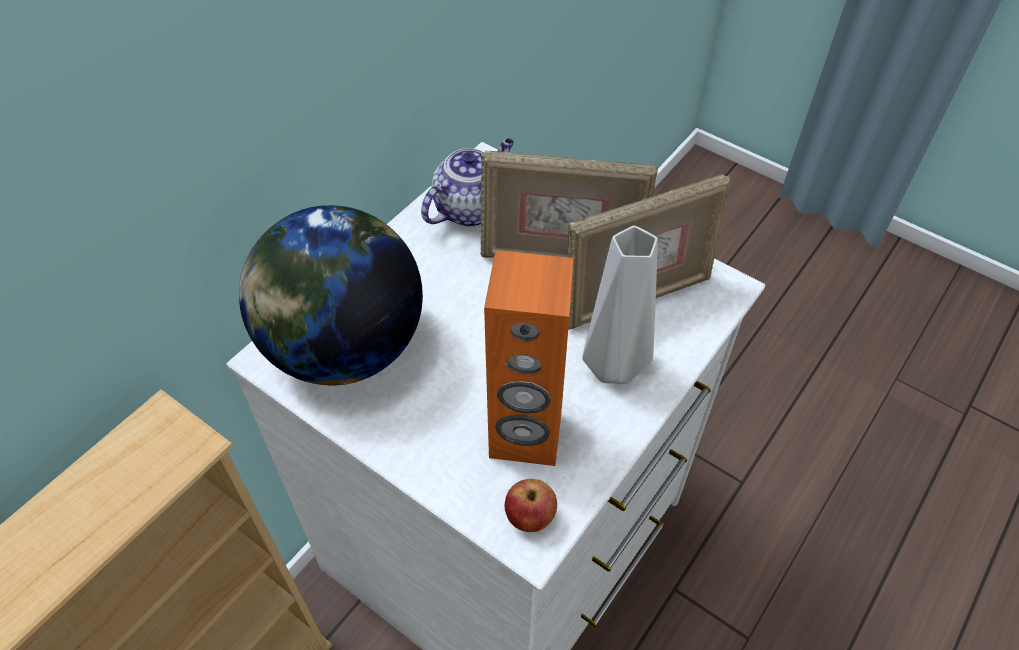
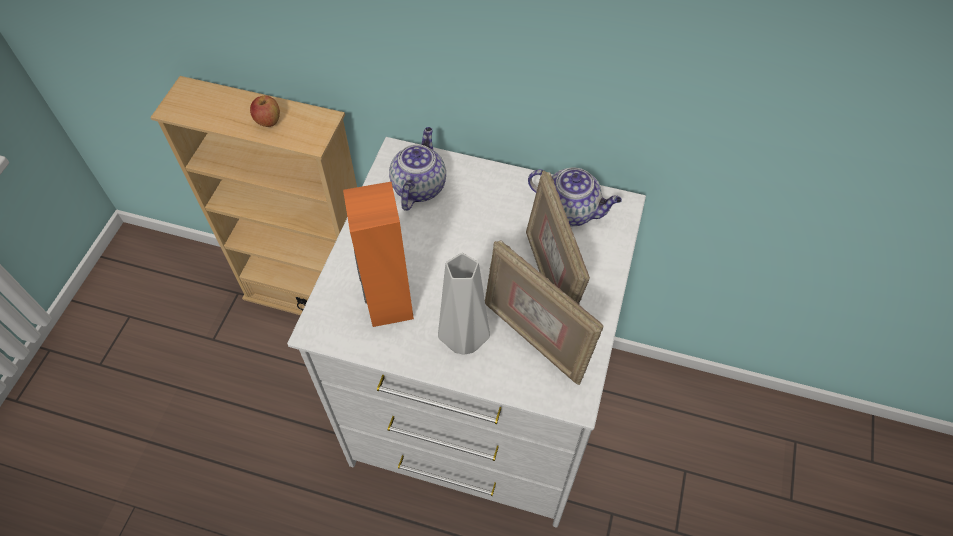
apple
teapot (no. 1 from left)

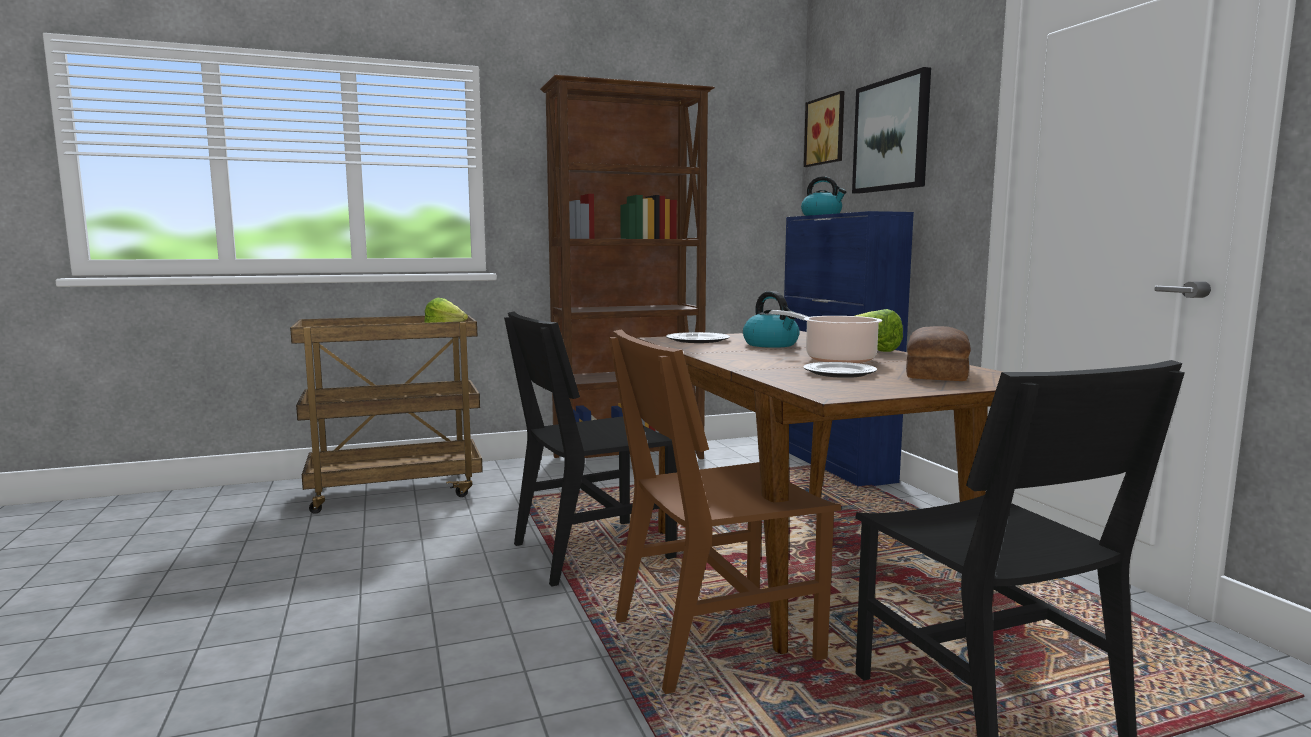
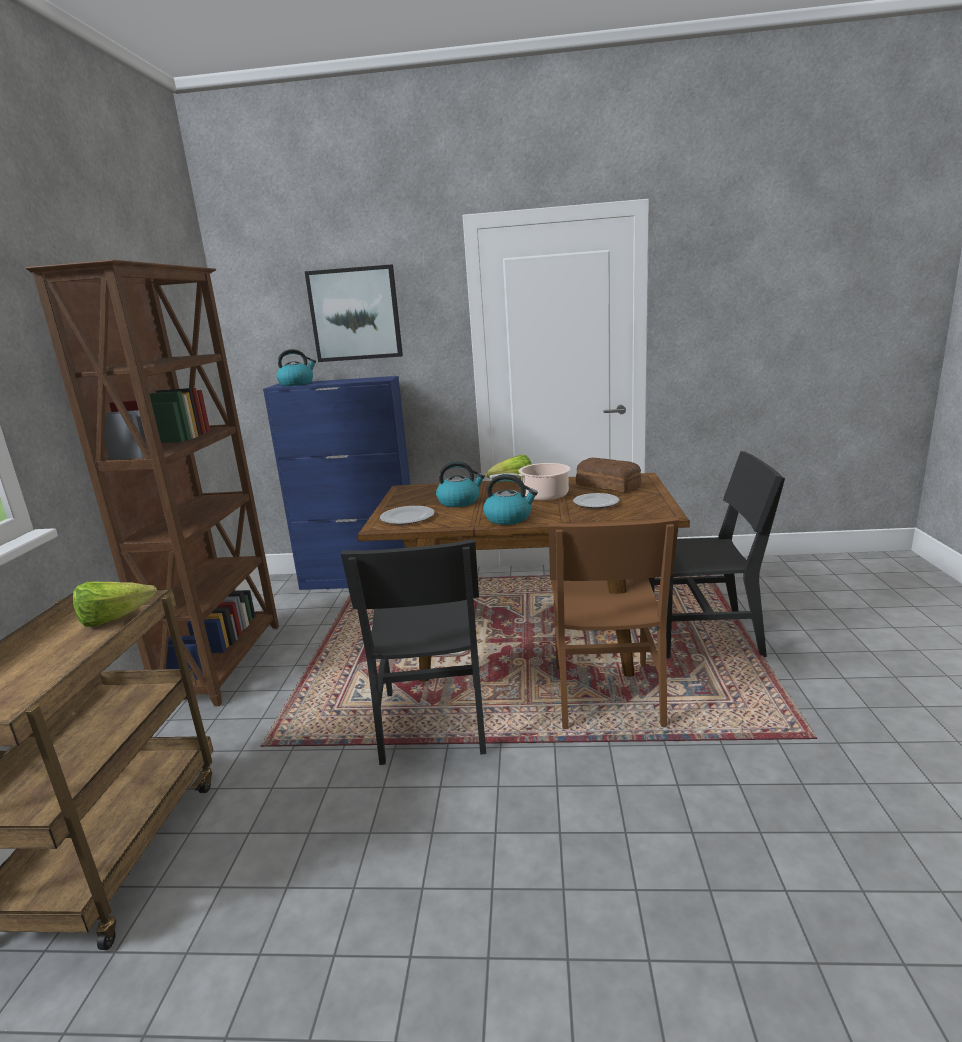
picture (no. 1 from left in the first image)
water_kettle (no. 3 from left)

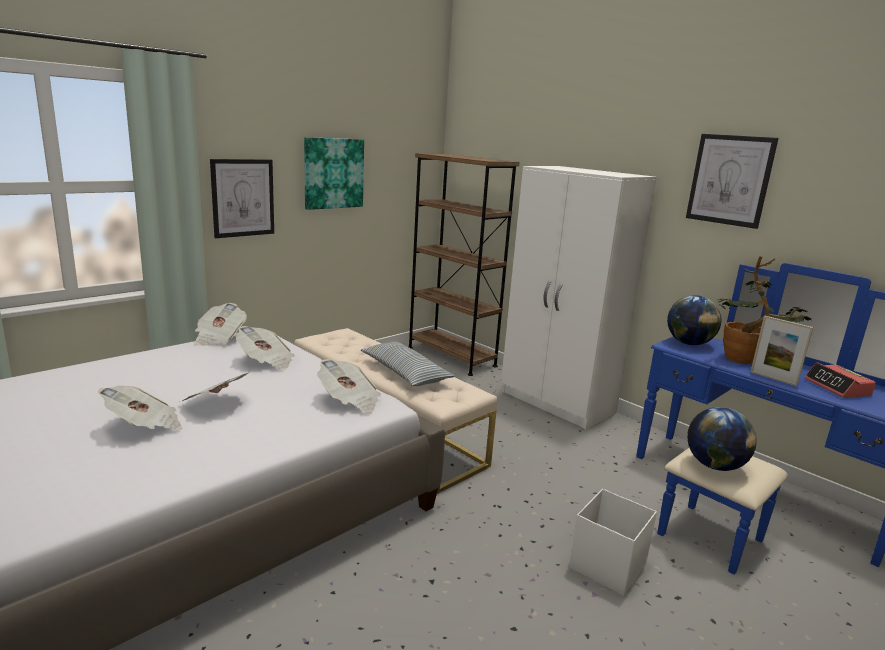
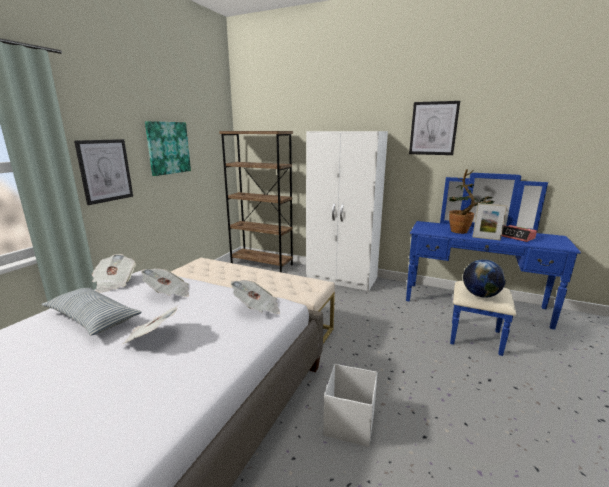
newspaper (no. 1 from left in the first image)
world_globe (no. 1 from left in the first image)
throw_pillow
white_storage_box

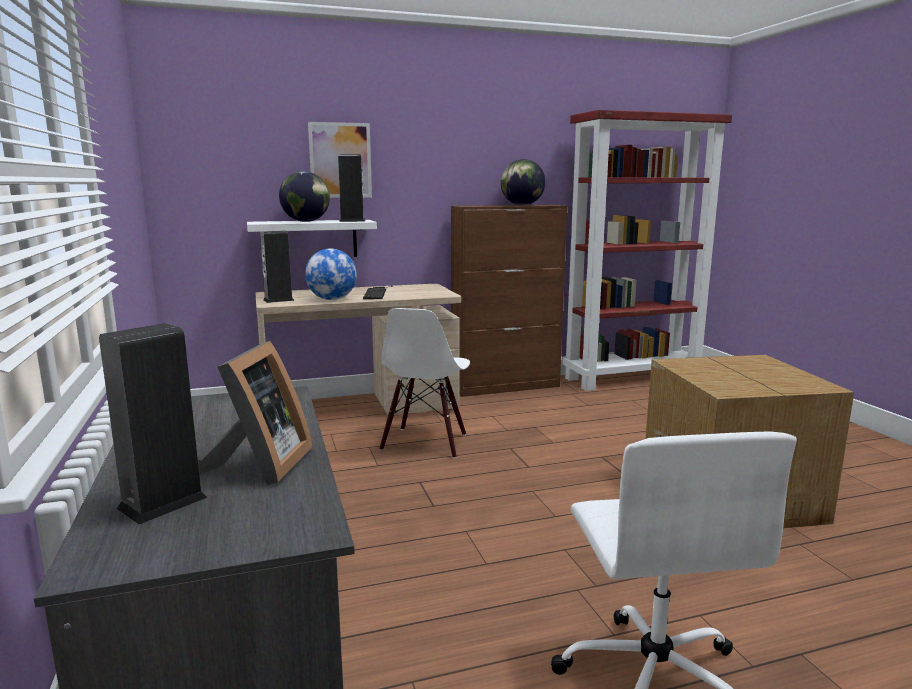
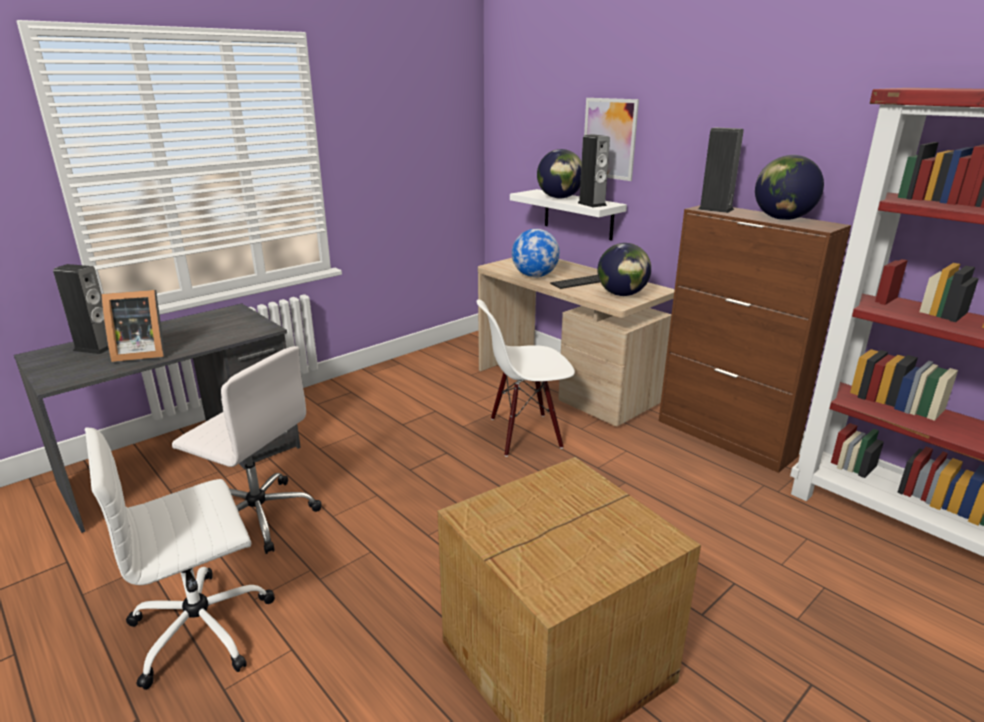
white_computer_chair (no. 2 from left)
world_globe (no. 3 from left)
speaker (no. 3 from left)

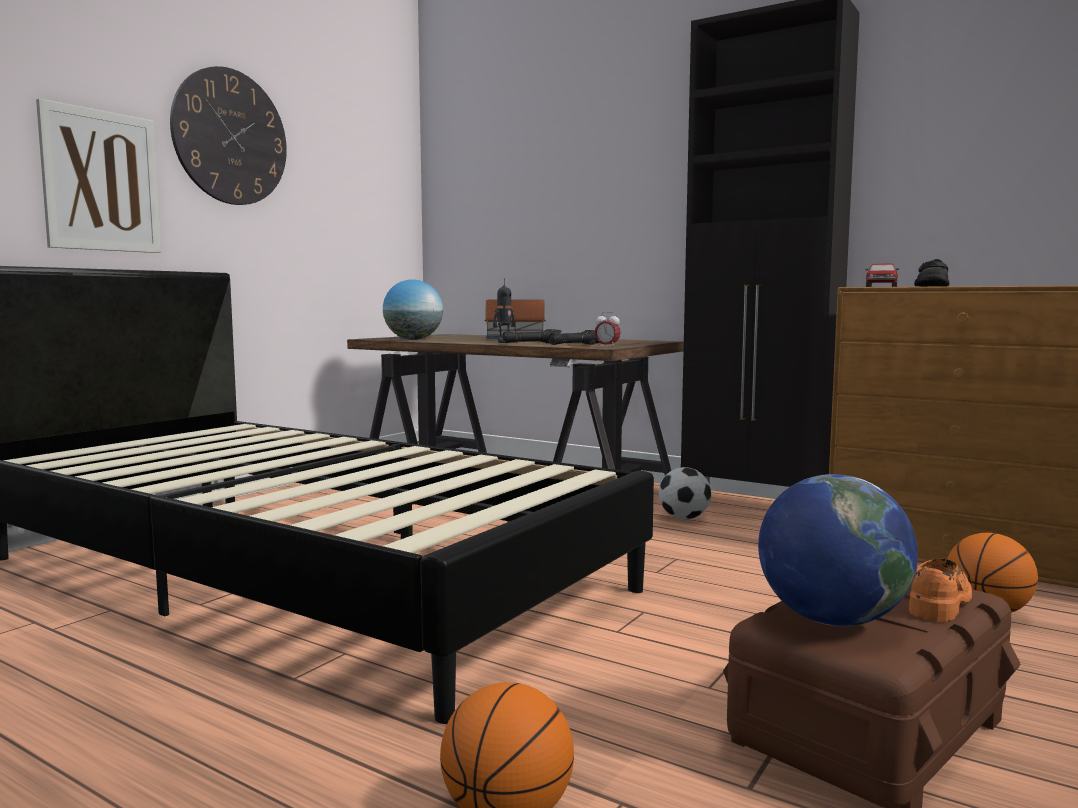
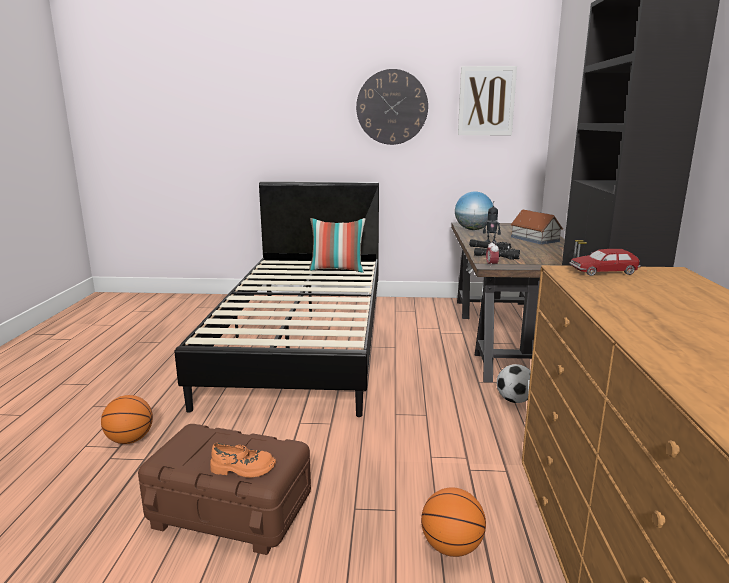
world_globe (no. 2 from left in the first image)
black-coloured_shoe
throw_pillow
picture

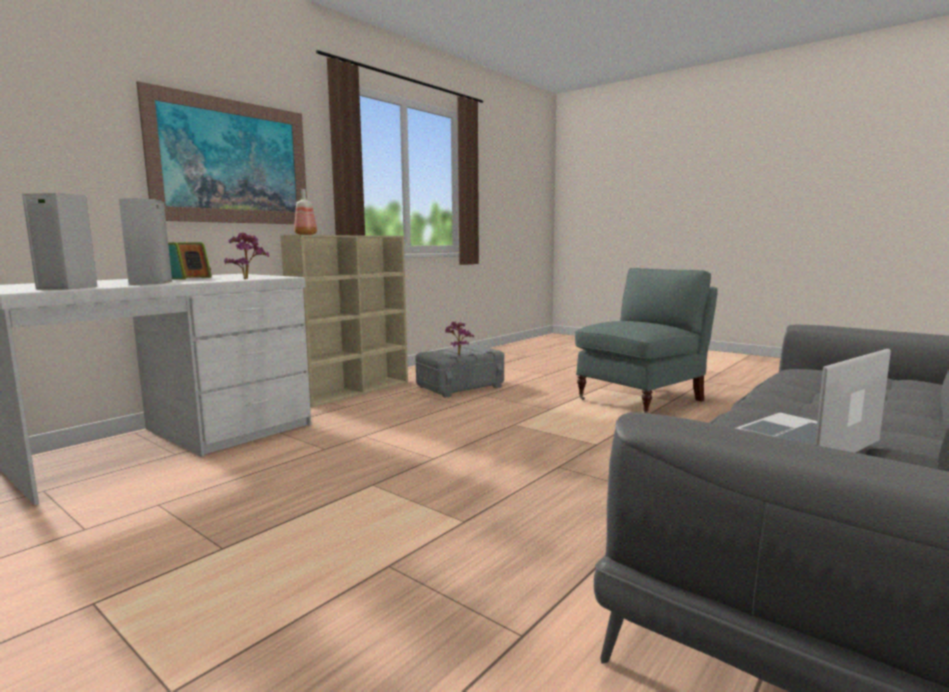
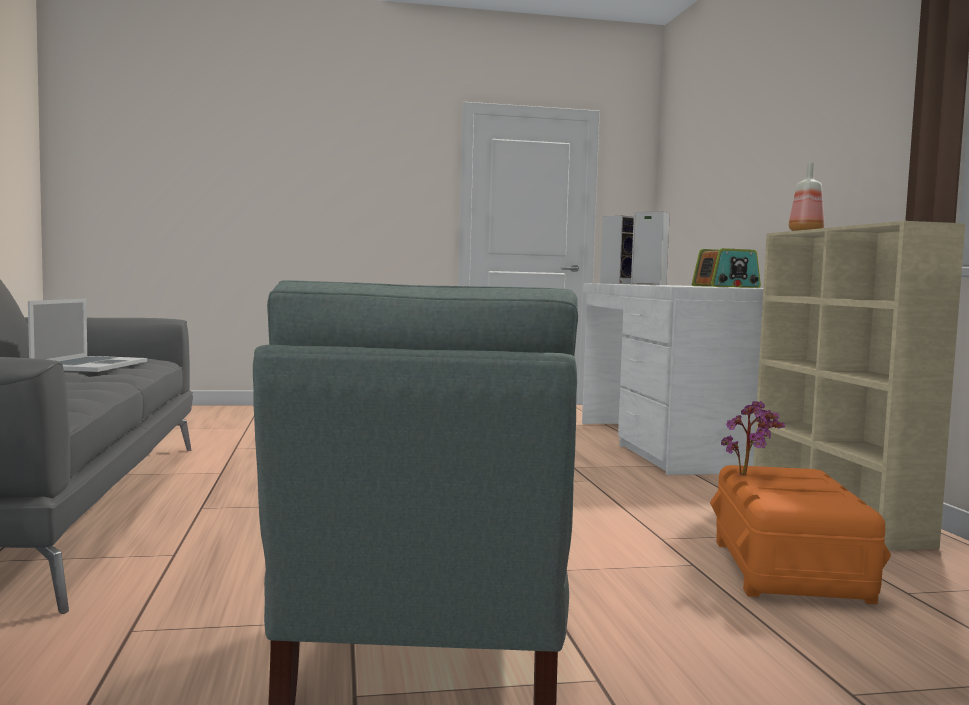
picture
plant_in_a_pot (no. 1 from left in the first image)
orange_storage_box

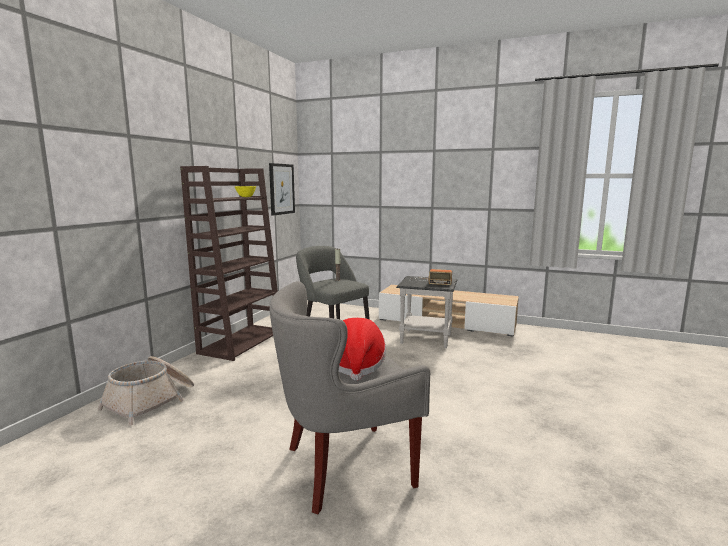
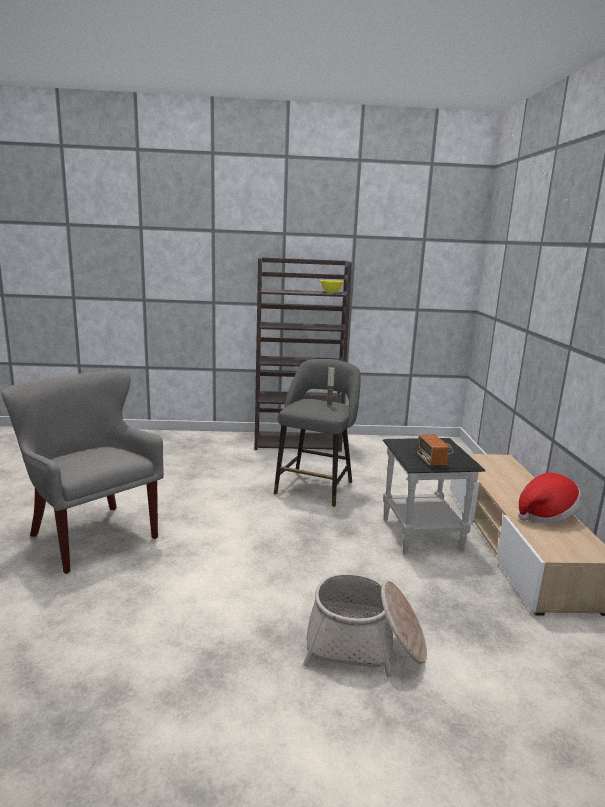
picture
storage_basket
wearable_hat

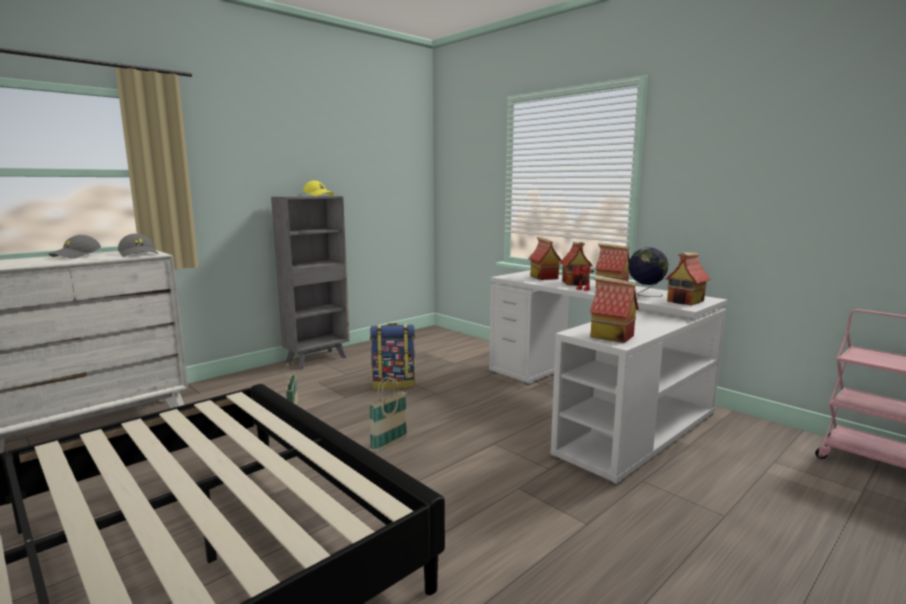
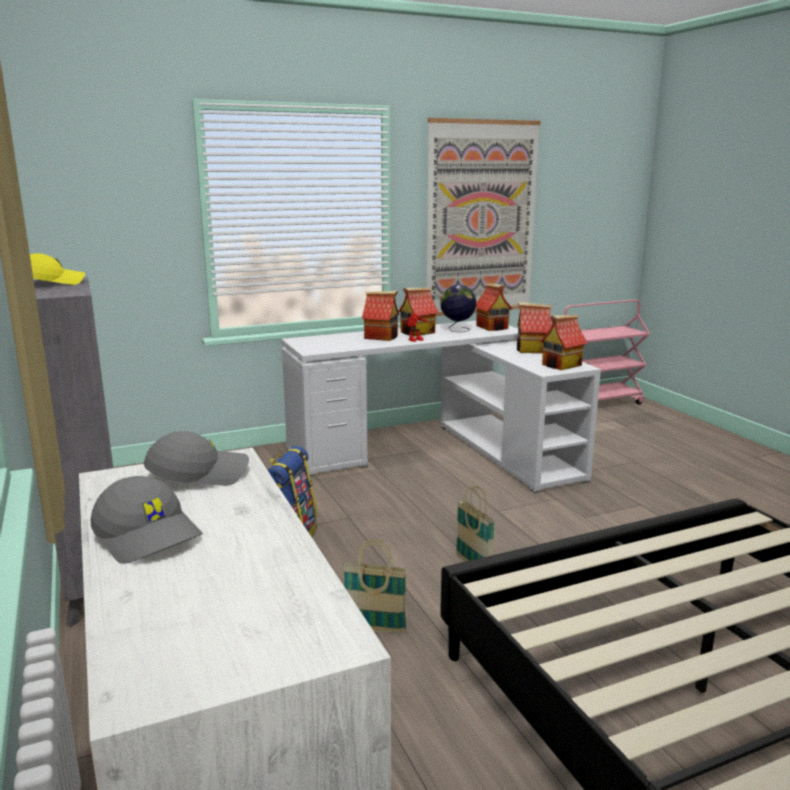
picture
miniature_house (no. 4 from left)

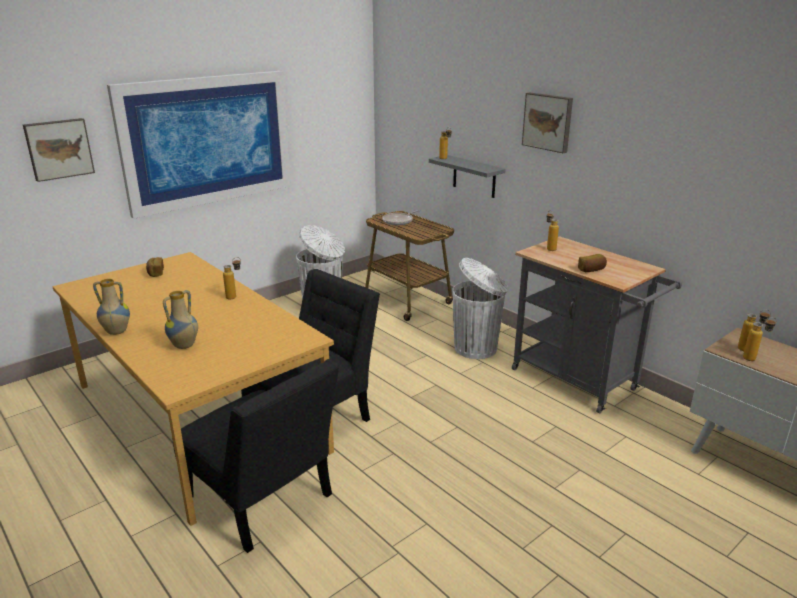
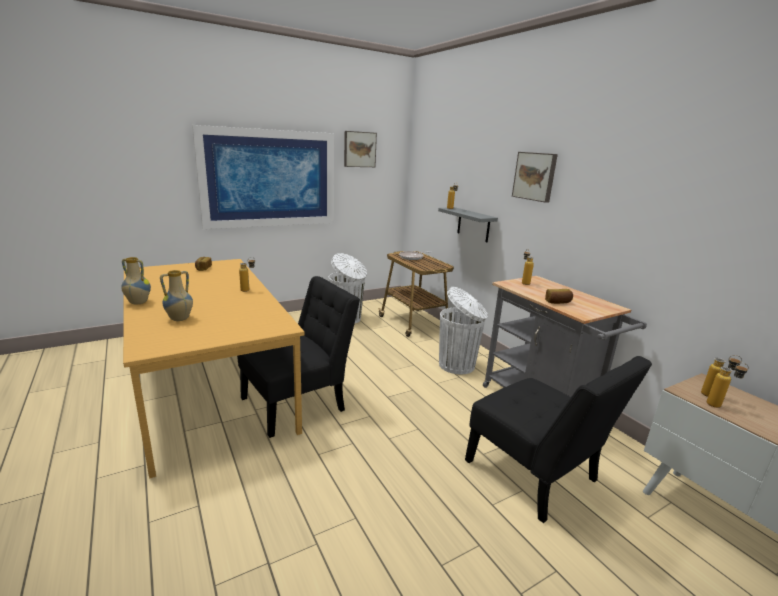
picture (no. 2 from left)
black-coloured_chair (no. 2 from left)

